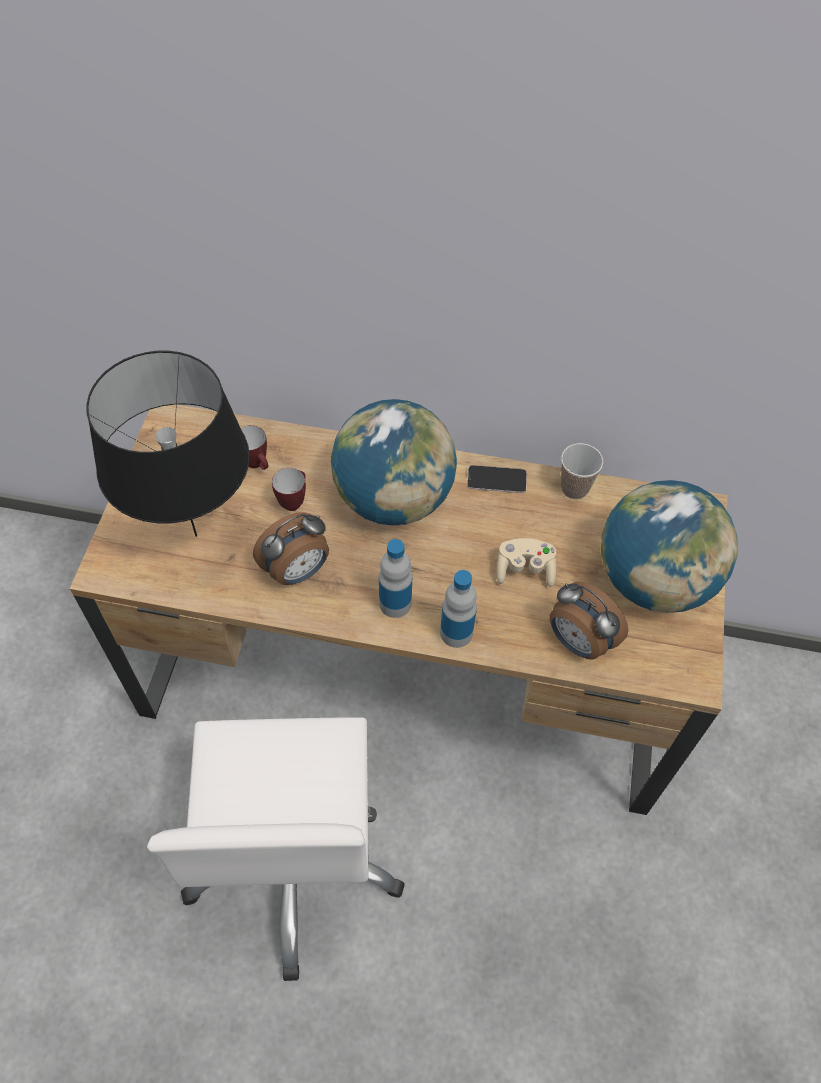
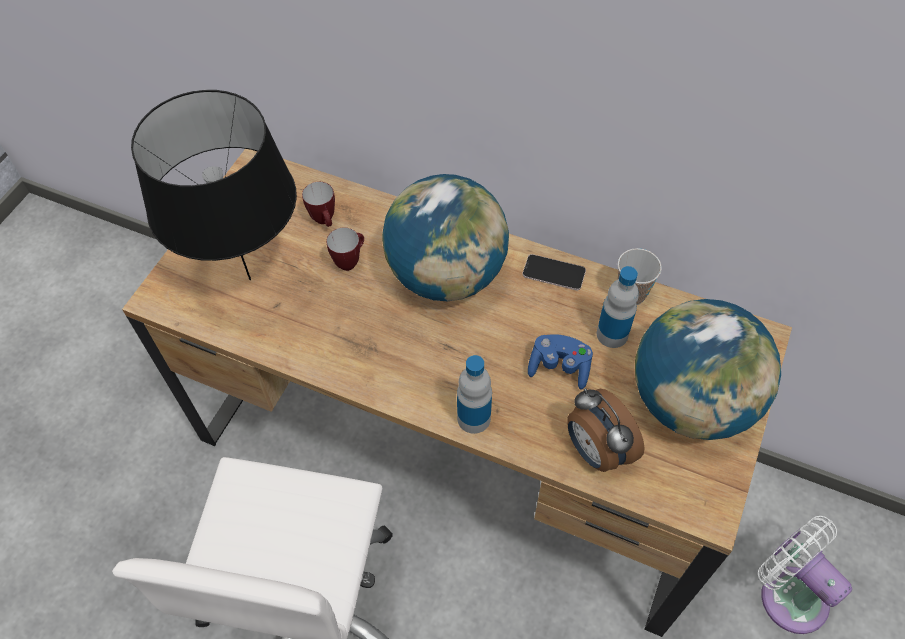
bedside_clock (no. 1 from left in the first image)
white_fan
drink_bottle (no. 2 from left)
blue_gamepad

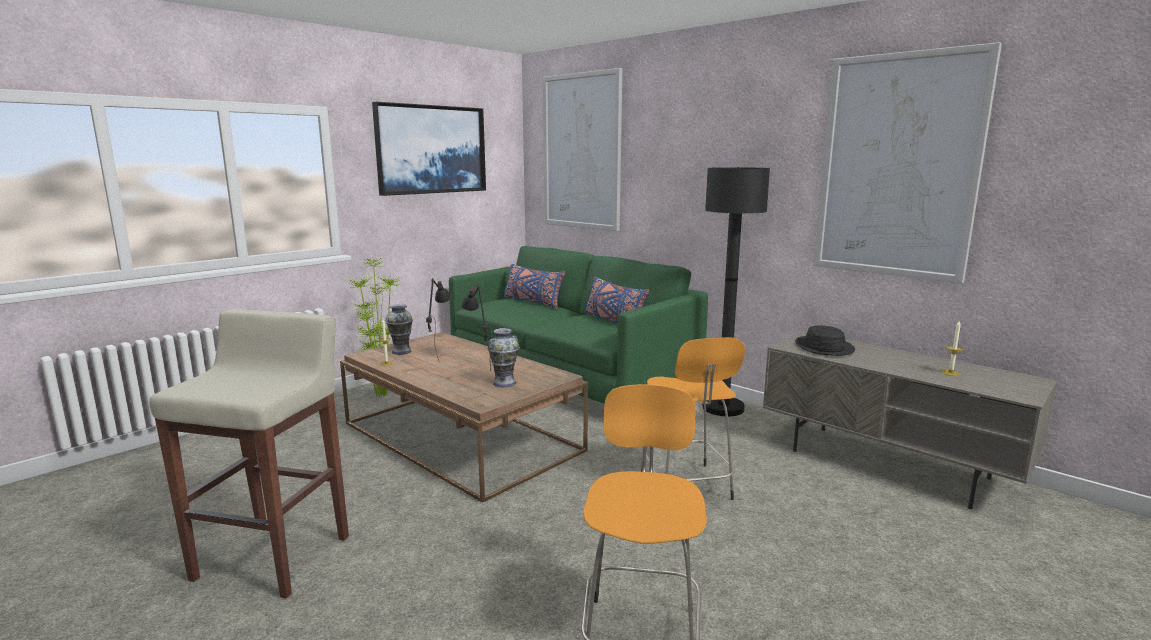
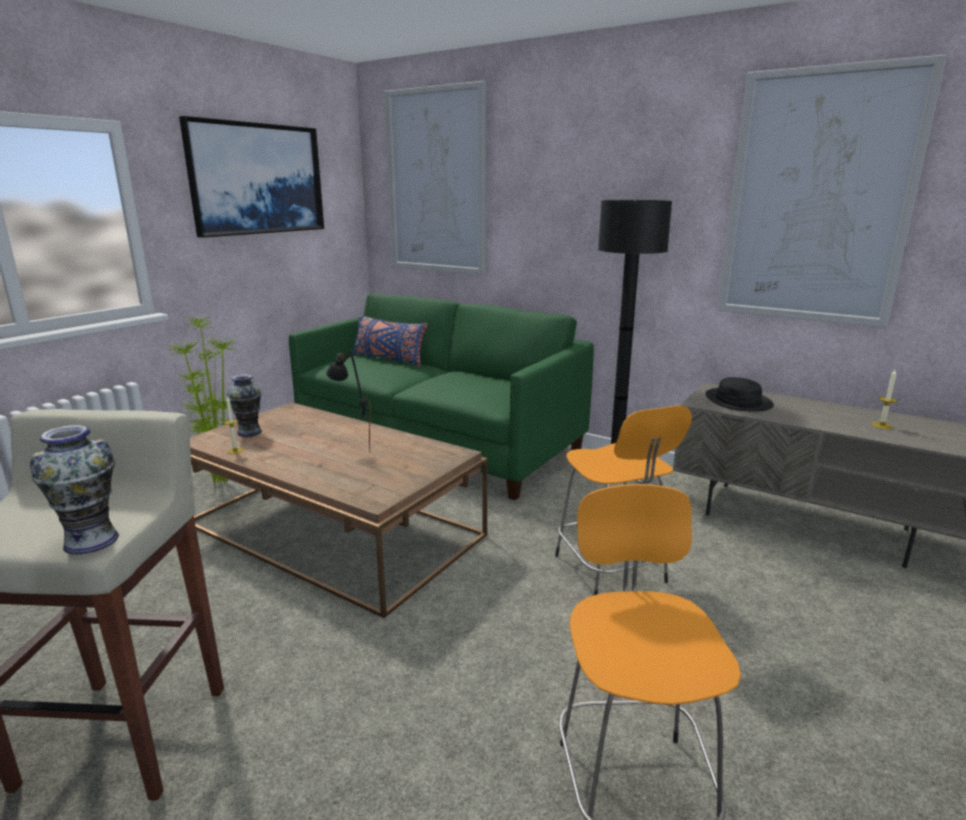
black-coloured_tabletop_lamp (no. 1 from left in the first image)
blue_throw_pillow (no. 2 from left in the first image)
vase (no. 1 from left)

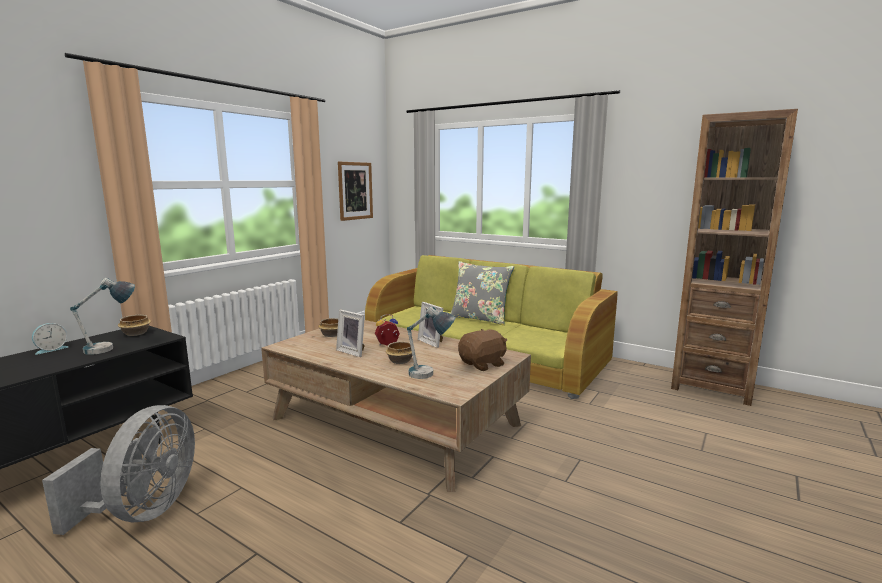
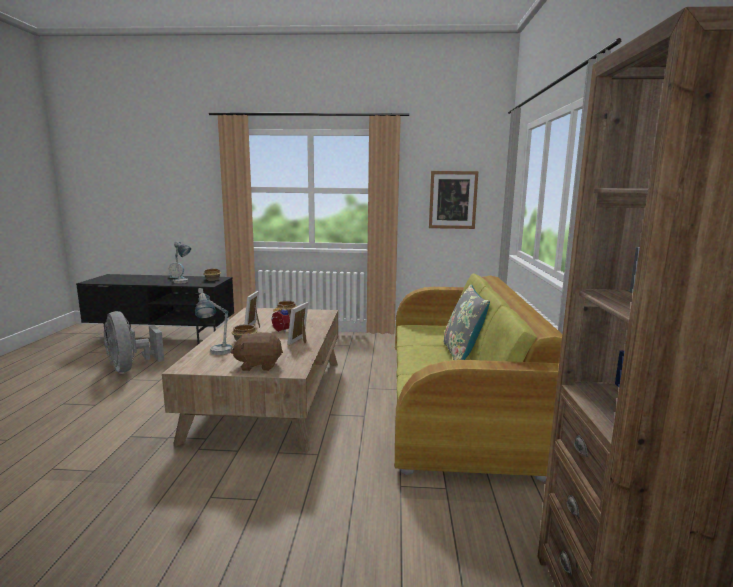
grey_fan
brown-coloured_soft_toy

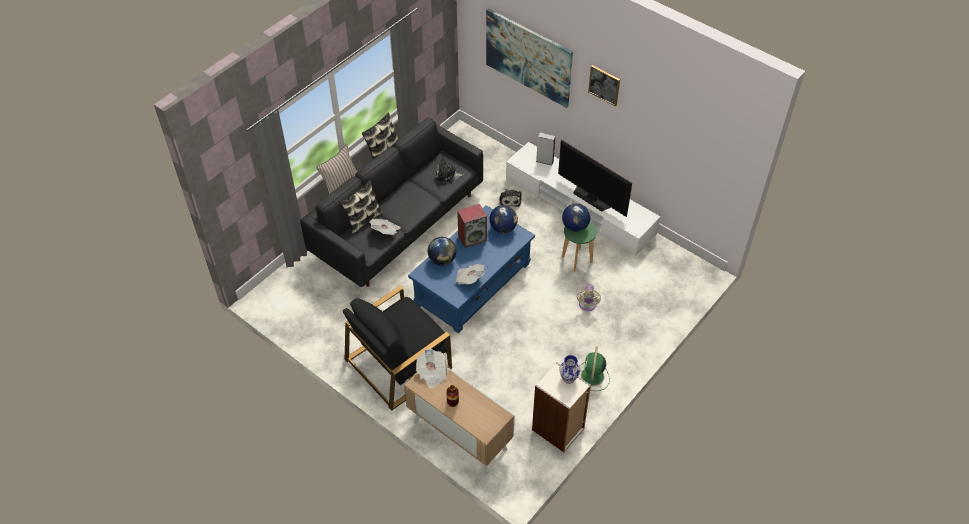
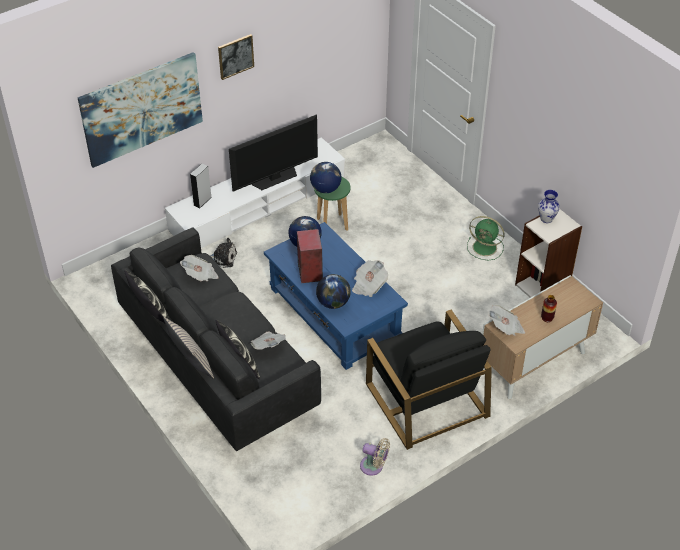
sand-coloured_fan
newspaper (no. 1 from left)

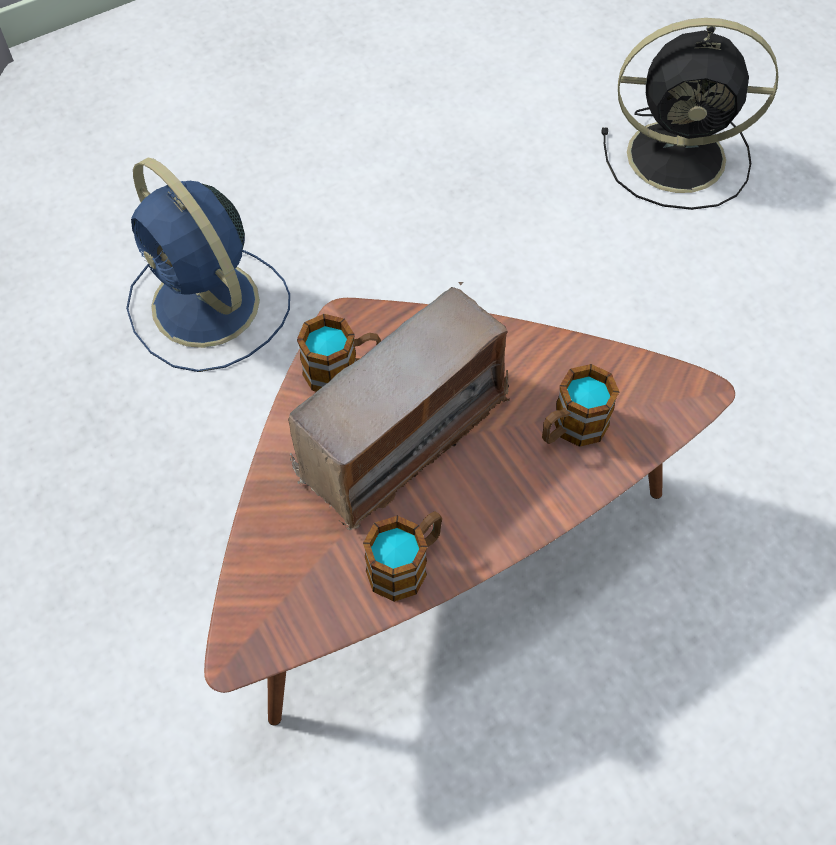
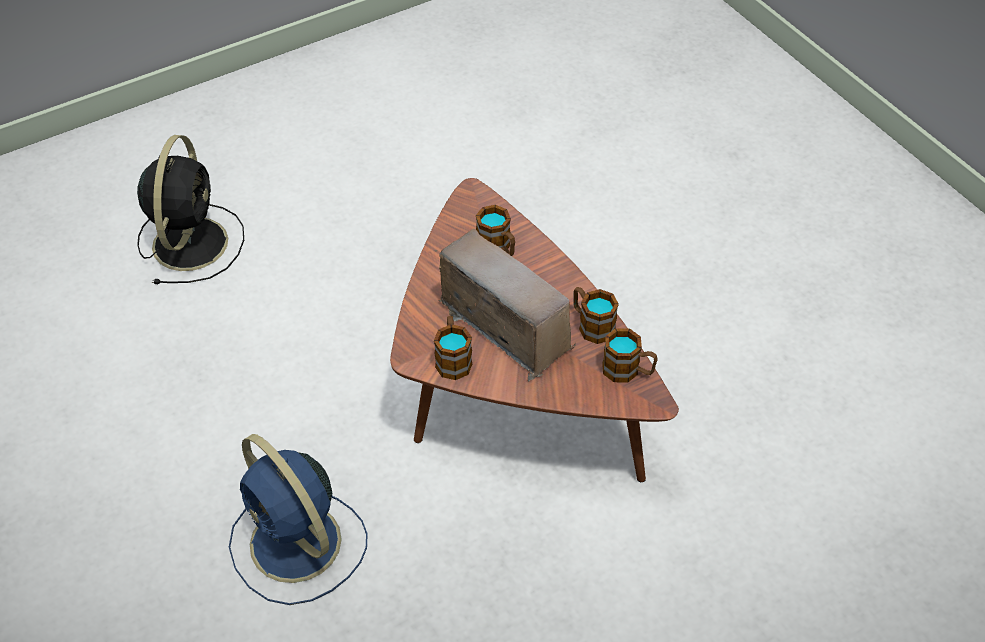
tea_mug (no. 4 from left)
blue_fan

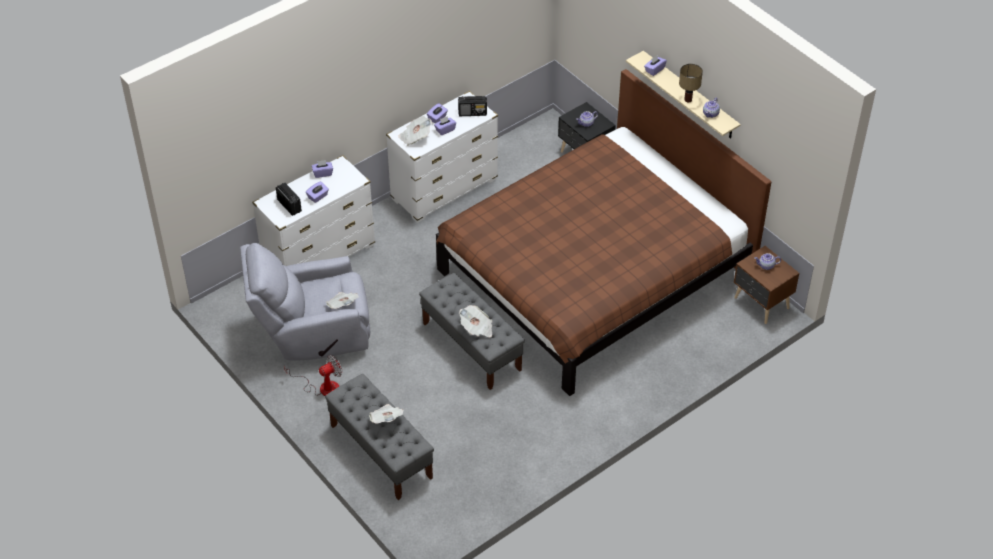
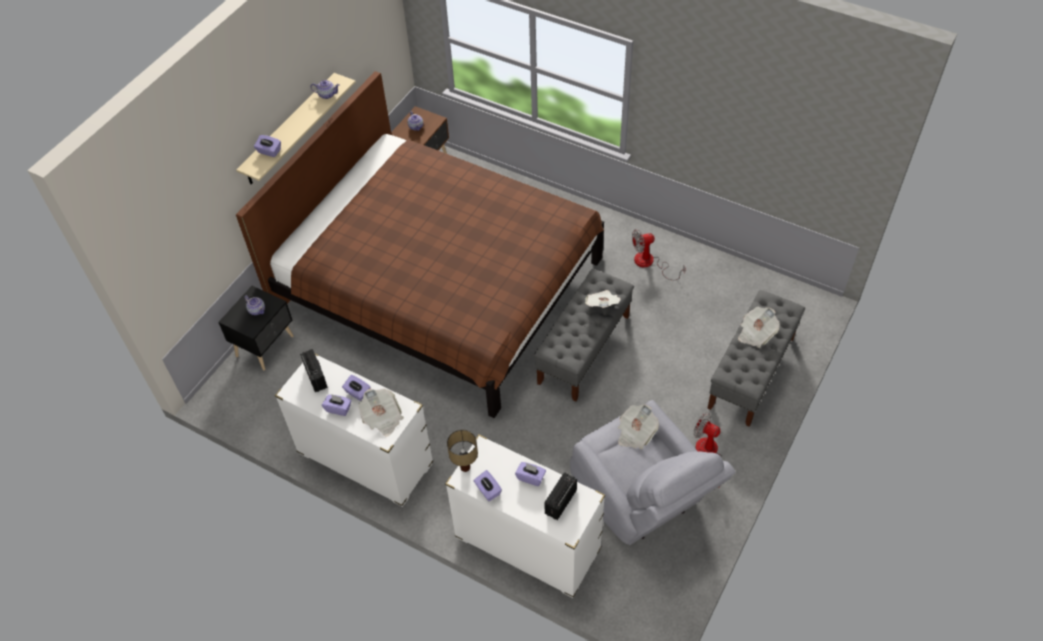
fan (no. 1 from left)
tabletop_lamp

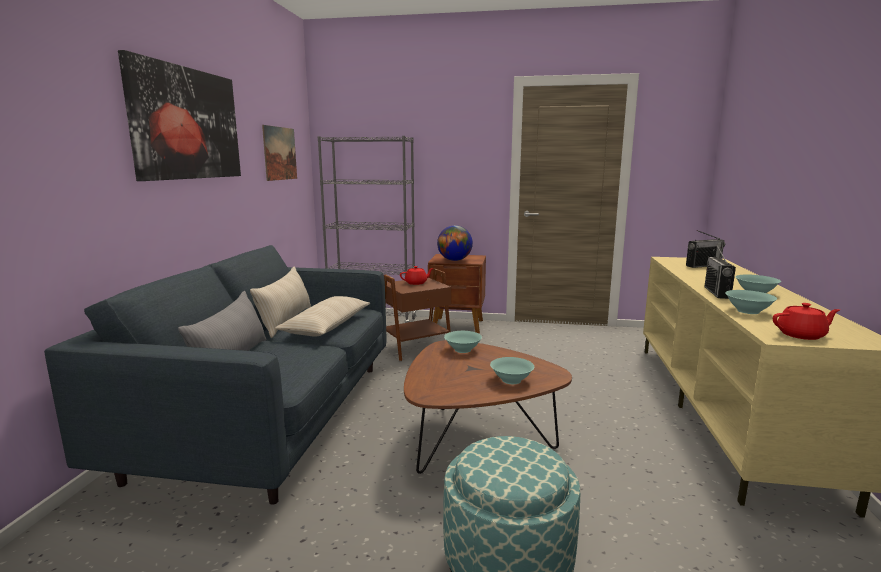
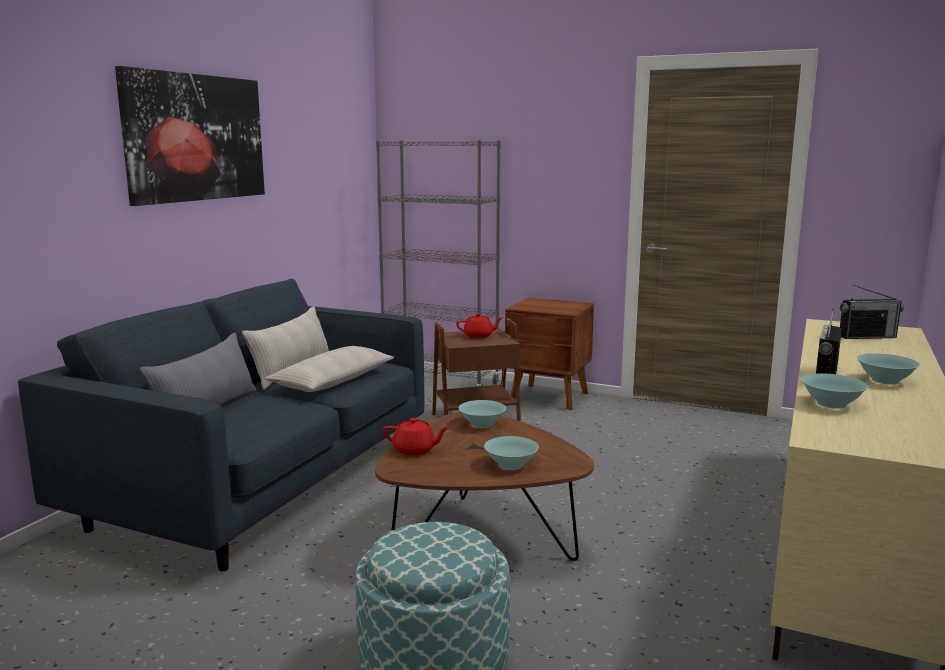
picture (no. 2 from left in the first image)
world_globe
red_teapot (no. 1 from left)

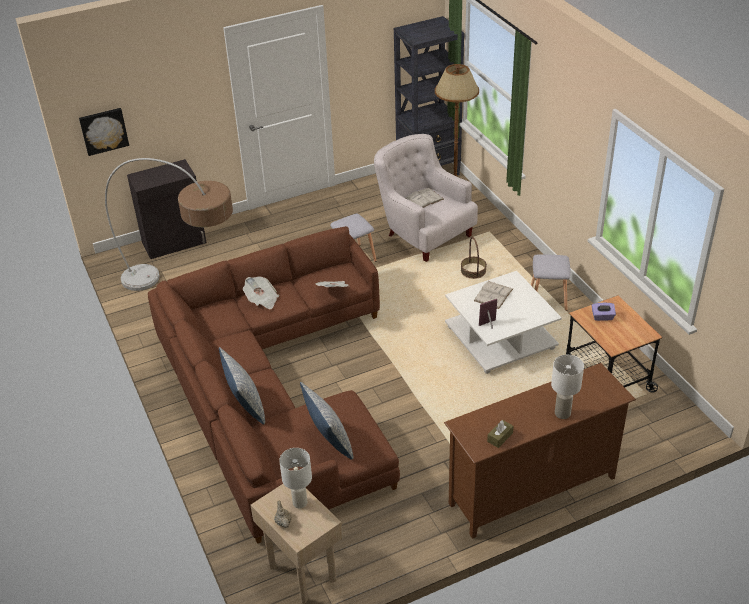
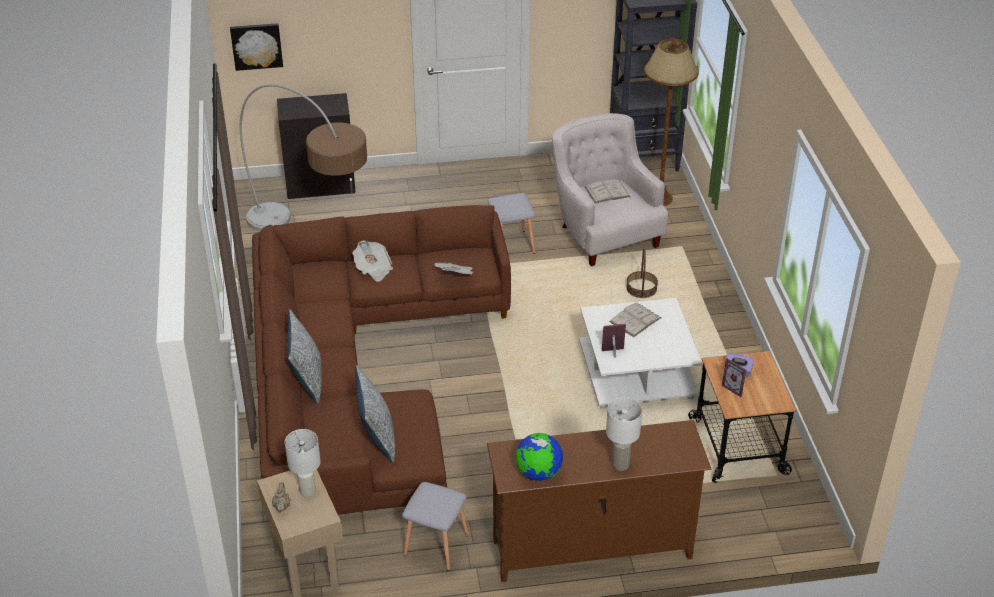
photo_frame (no. 2 from left)
grey_stool (no. 1 from left)
world_globe

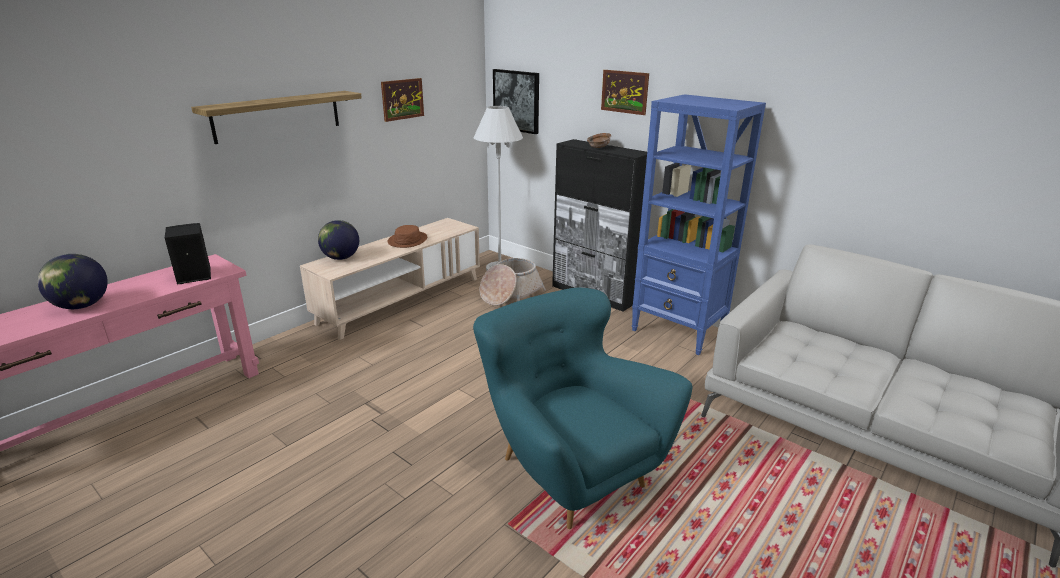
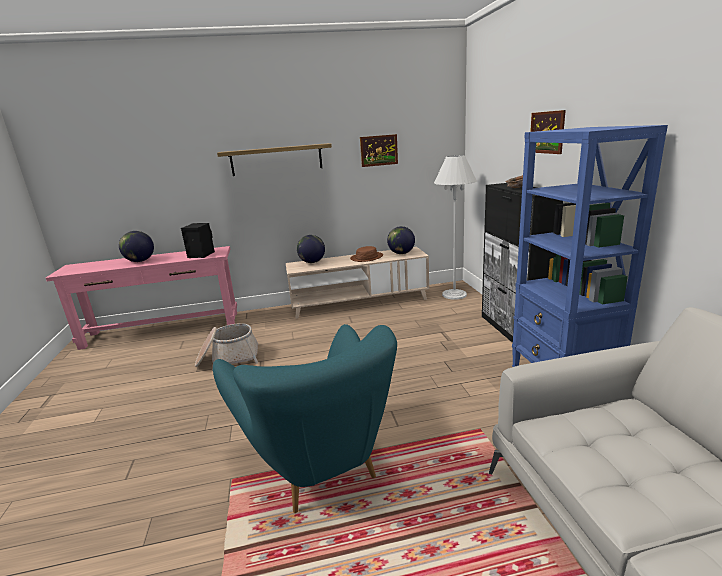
picture (no. 2 from left in the first image)
world_globe (no. 3 from left)
storage_basket
turquoise-coloured_armchair

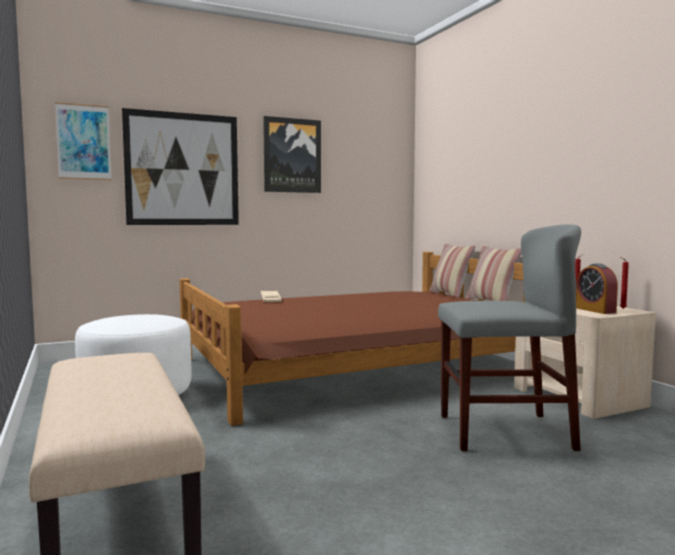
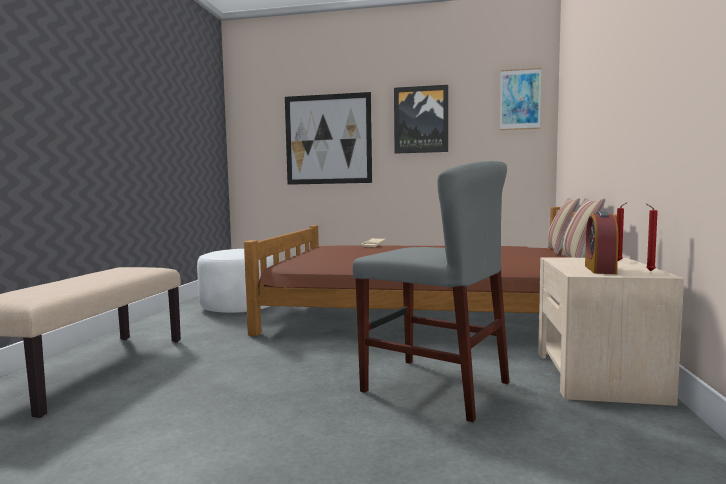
picture (no. 3 from left)

